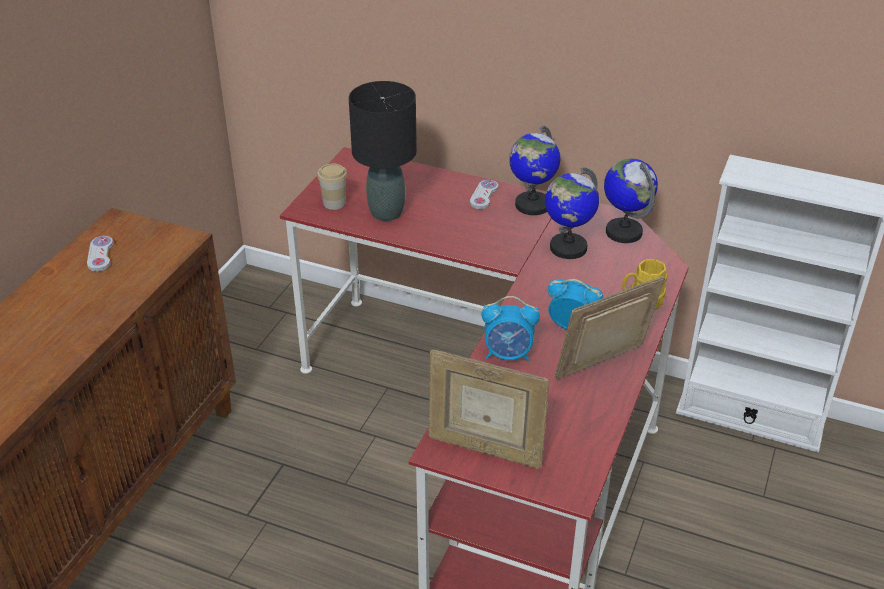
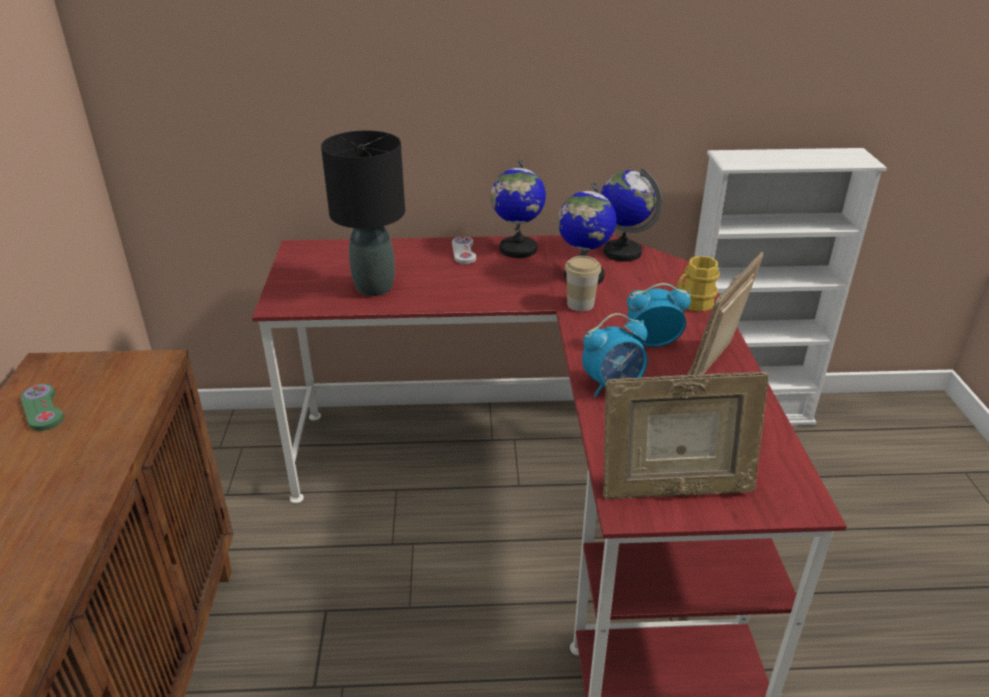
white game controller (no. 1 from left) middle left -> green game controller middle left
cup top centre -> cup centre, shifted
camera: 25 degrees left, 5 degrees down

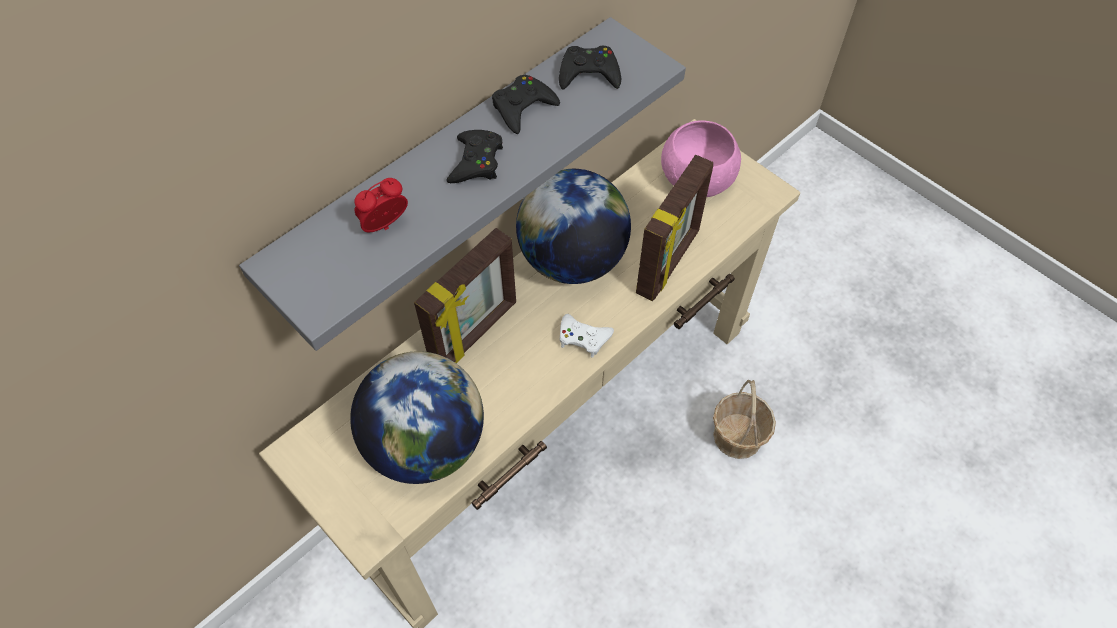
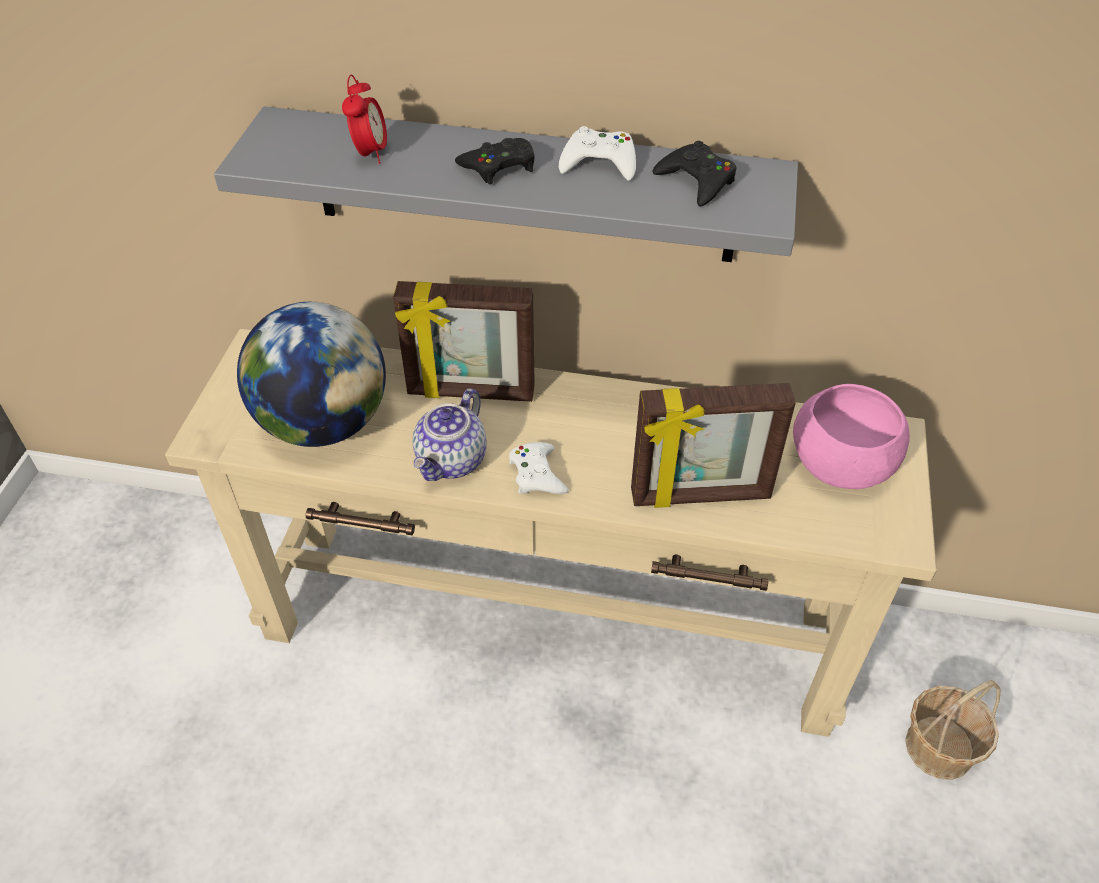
alarm clock top centre -> alarm clock top left, 75 degrees clockwise
none -> teapot centre
black game controller (no. 2 from left) top centre -> white game controller (no. 2 from left) top centre
basket bottom centre -> basket bottom right, shifted
globe (no. 2 from left) centre -> none
camera: 55 degrees right, 10 degrees down

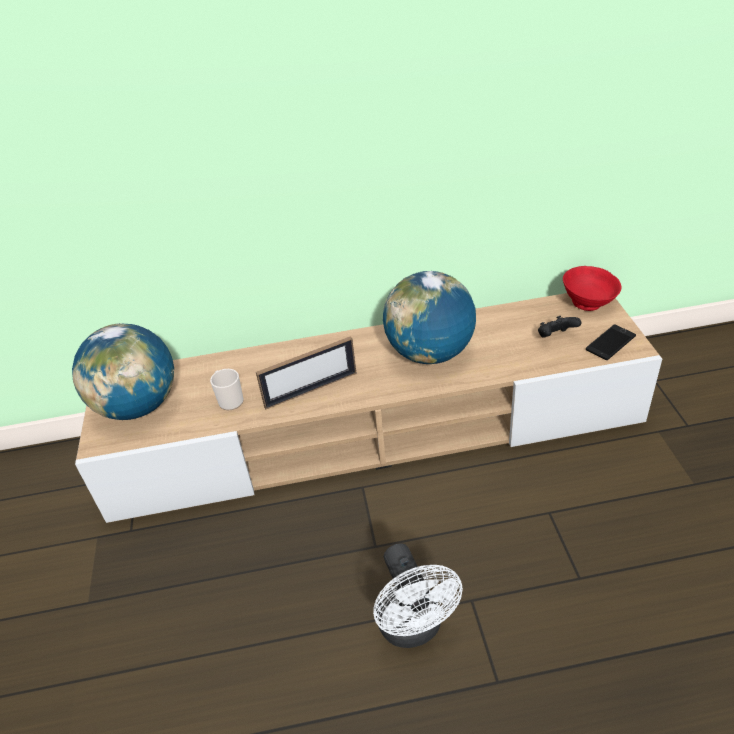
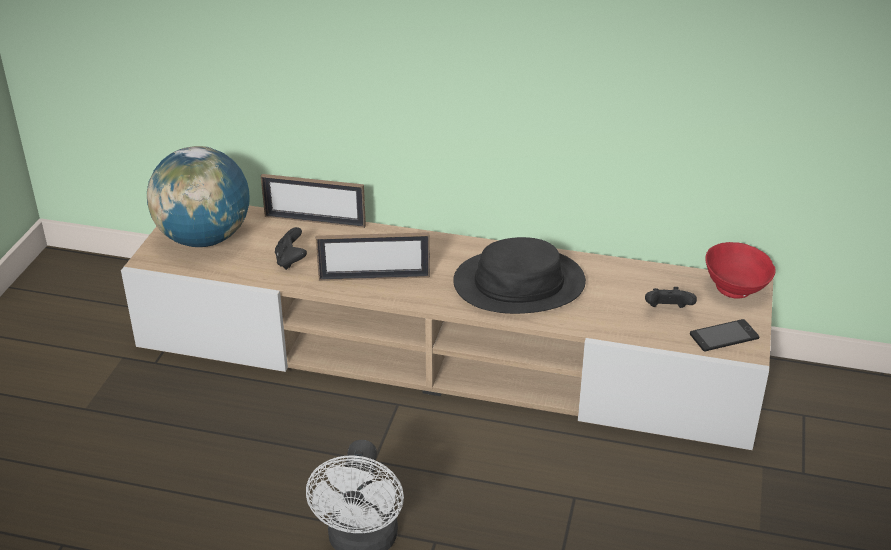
none -> picture frame (no. 1 from left) centre
mug middle left -> black game controller (no. 1 from left) middle left
globe (no. 2 from left) centre -> black hat centre
camera: 20 degrees right, 5 degrees down

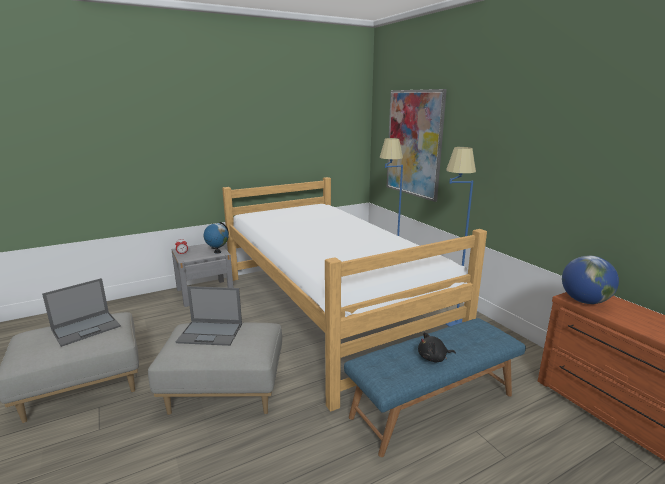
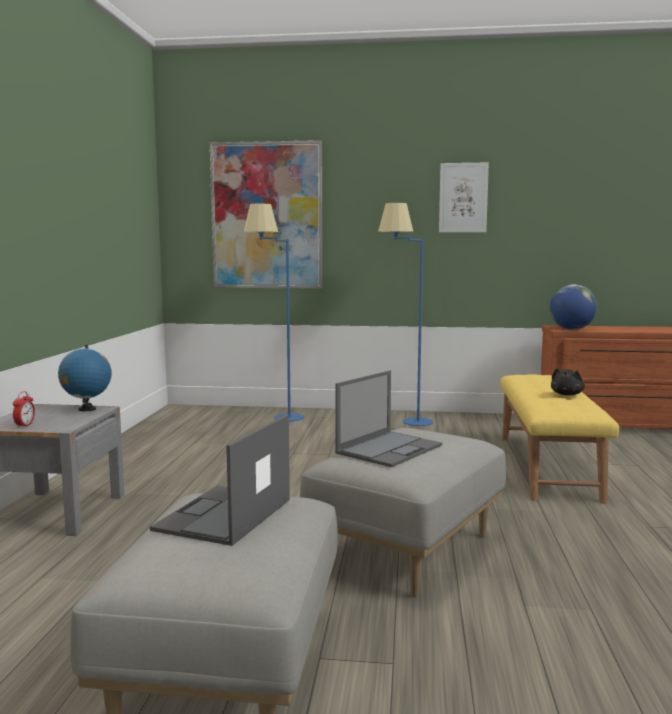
laptop (no. 1 from left) middle left -> laptop (no. 1 from left) bottom left, 150 degrees counterclockwise
none -> picture (no. 2 from left) top right
blue bench bottom centre -> yellow bench middle right
bed centre -> none
camera: 55 degrees left, 10 degrees down

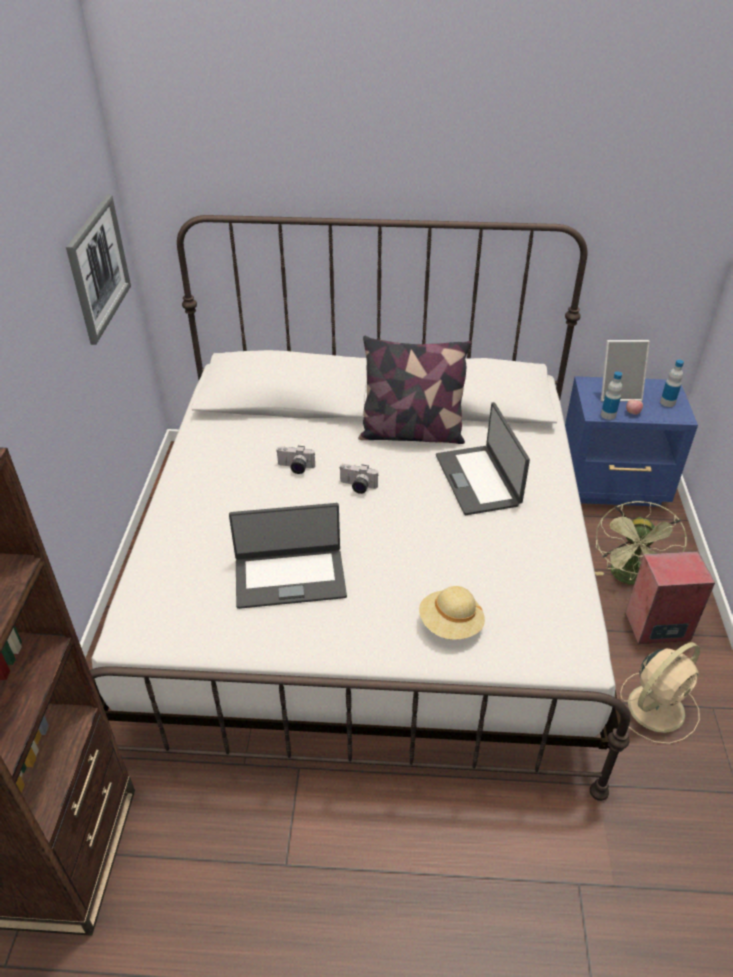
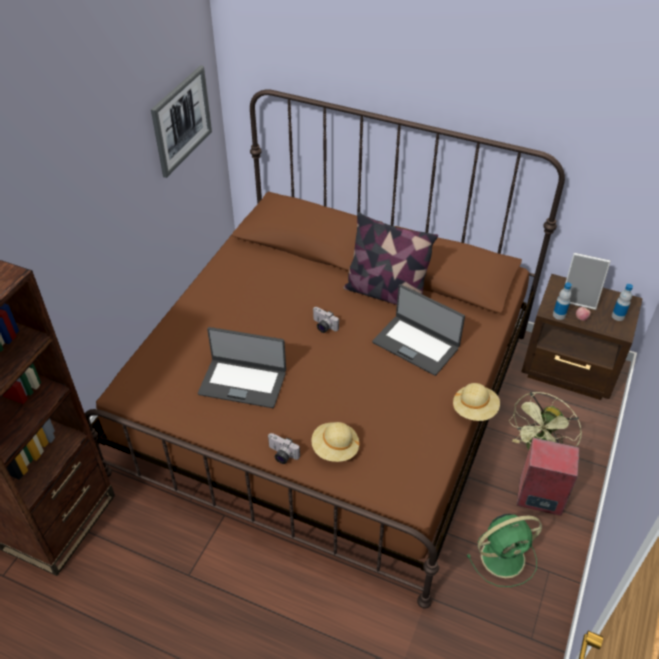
white bed centre -> brown bed centre
photo camera (no. 1 from left) centre -> photo camera (no. 1 from left) bottom centre, shifted
laptop (no. 2 from left) centre, 60 degrees counterclockwise
none -> beige hat (no. 2 from left) middle right
beige fan bottom right -> green fan (no. 1 from left) bottom right
blue nightstand middle right -> brown nightstand middle right
camera: 20 degrees right, 5 degrees up

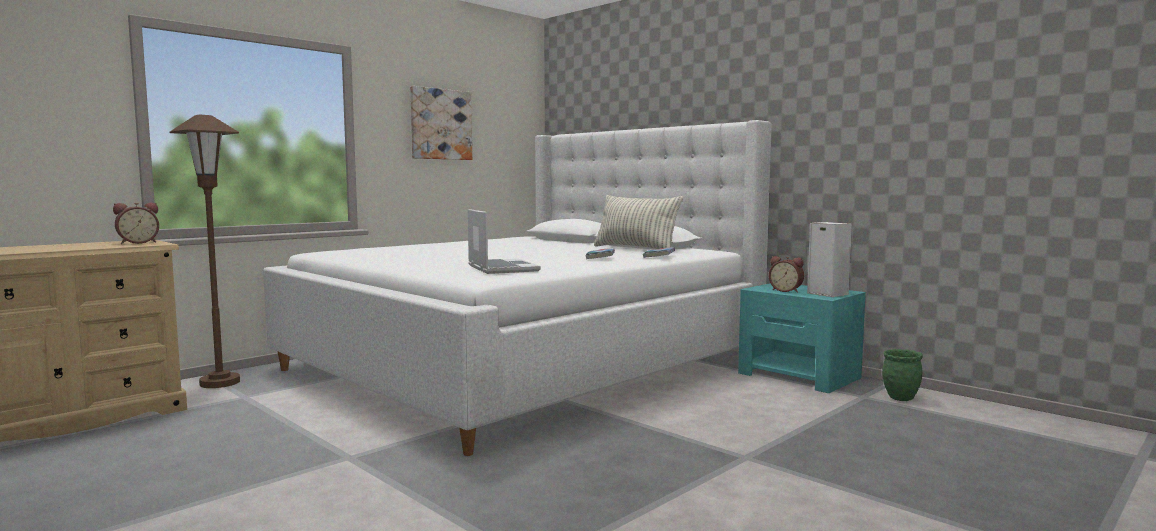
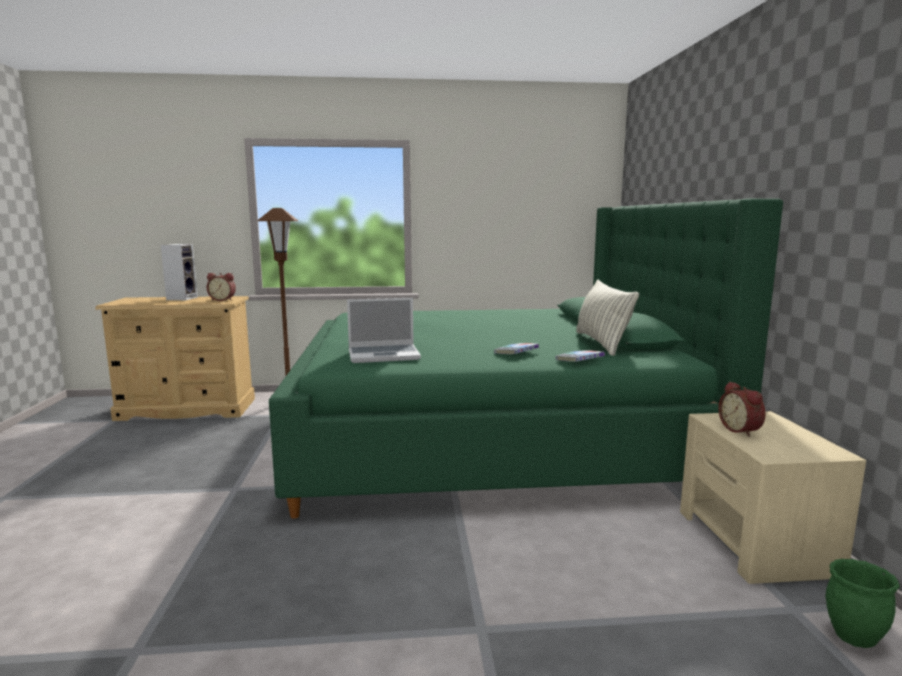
speaker middle right -> speaker middle left, shifted
white bed centre -> green bed centre
laptop centre, 60 degrees clockwise
turquoise nightstand middle right -> beige nightstand bottom right
picture top centre -> none
camera: 40 degrees right, 5 degrees up

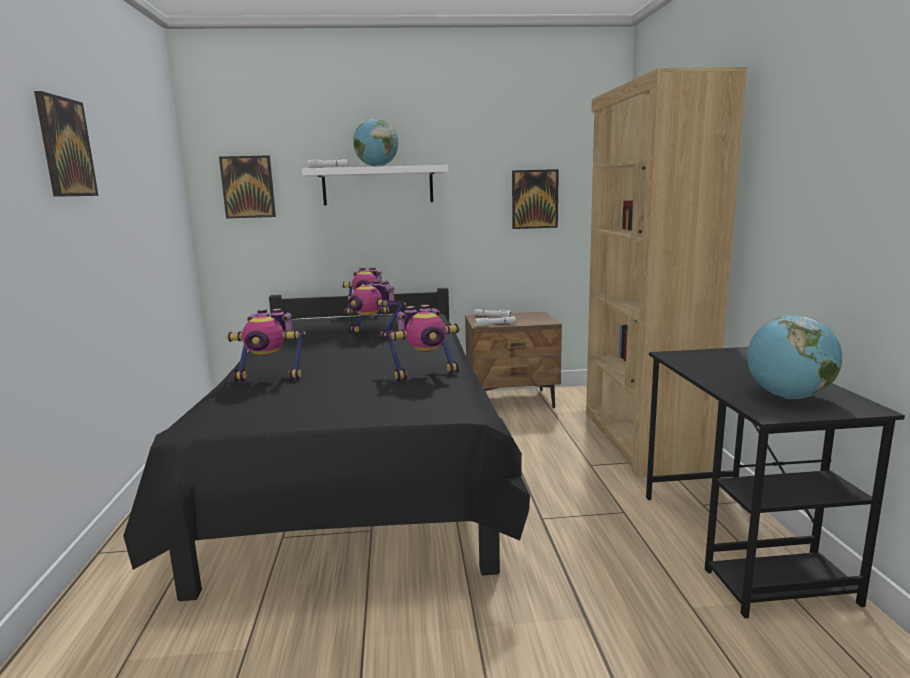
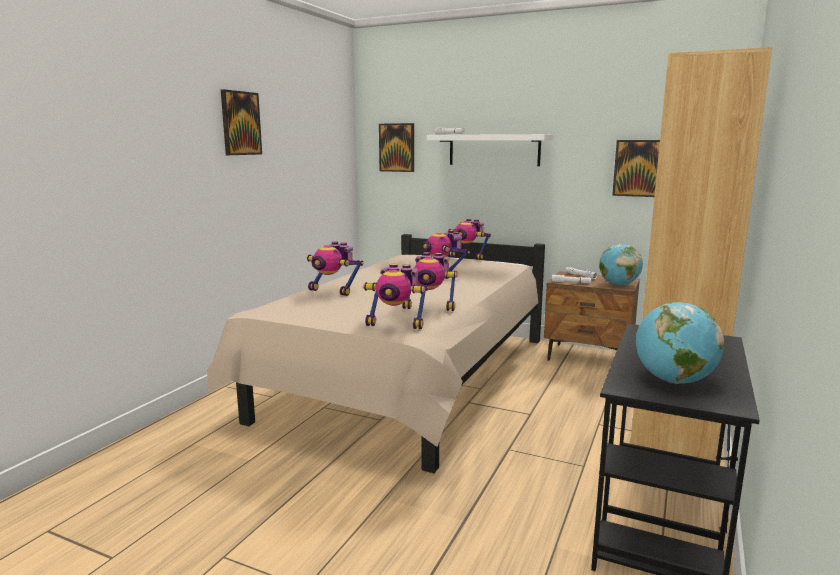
black bed centre -> beige bed centre
none -> toy robot (no. 2 from left) centre
globe (no. 1 from left) top centre -> globe (no. 1 from left) middle right, shifted
camera: 30 degrees right, 0 degrees up

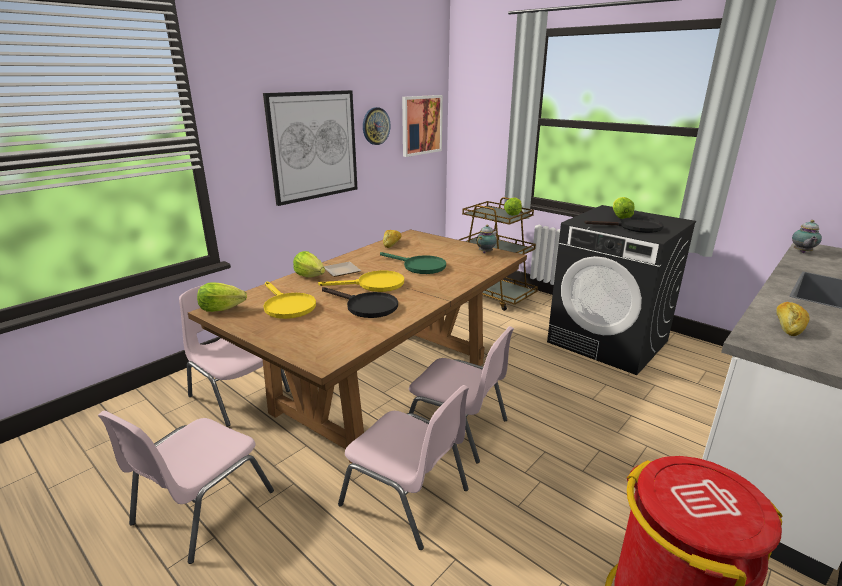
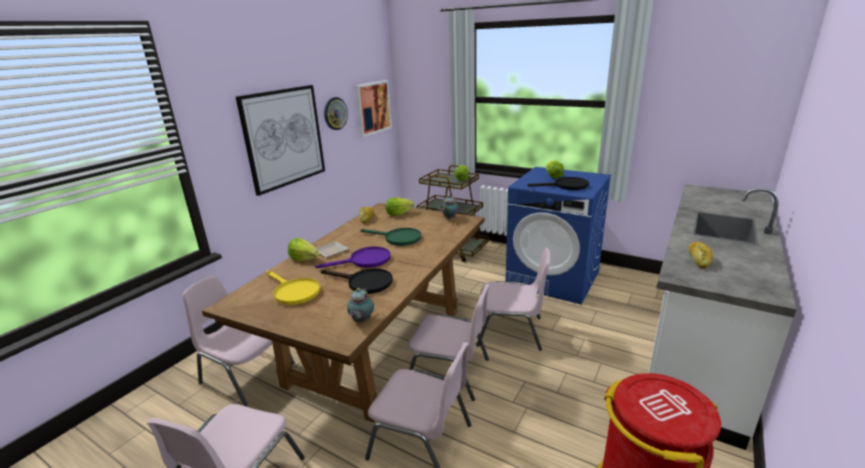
yellow frying pan (no. 2 from left) centre -> purple frying pan centre
teapot (no. 2 from left in the first image) middle right -> teapot (no. 1 from left) centre, shifted
lettuce (no. 1 from left in the first image) middle left -> lettuce (no. 2 from left) centre, shifted
none -> pink chair (no. 5 from left) centre
black washing machine middle right -> blue washing machine centre
camera: 10 degrees left, 0 degrees up

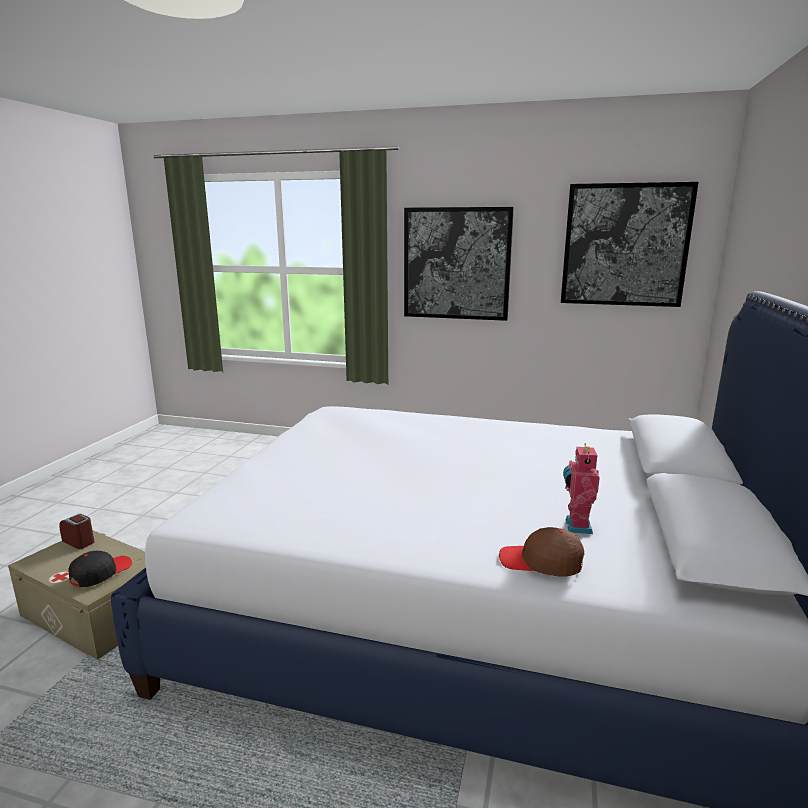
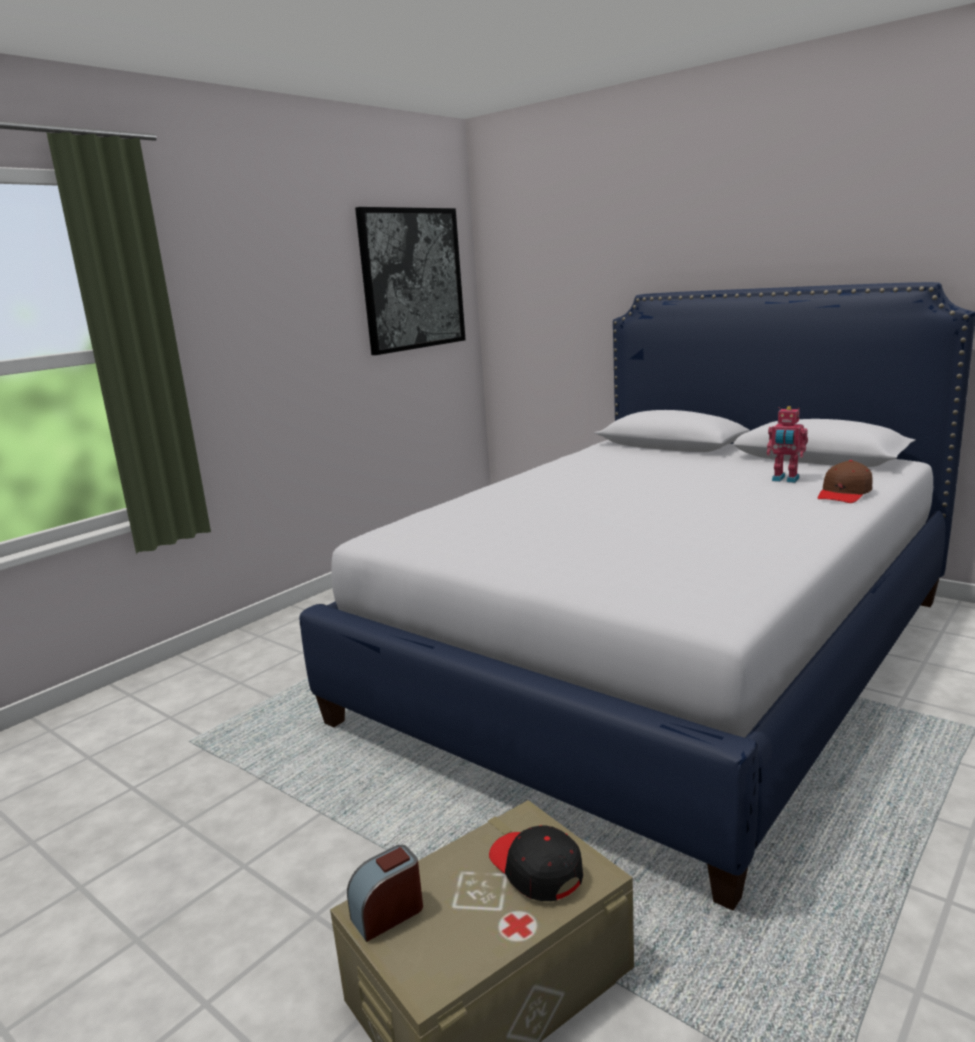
picture (no. 1 from left) top centre -> none
camera: 65 degrees left, 0 degrees up

